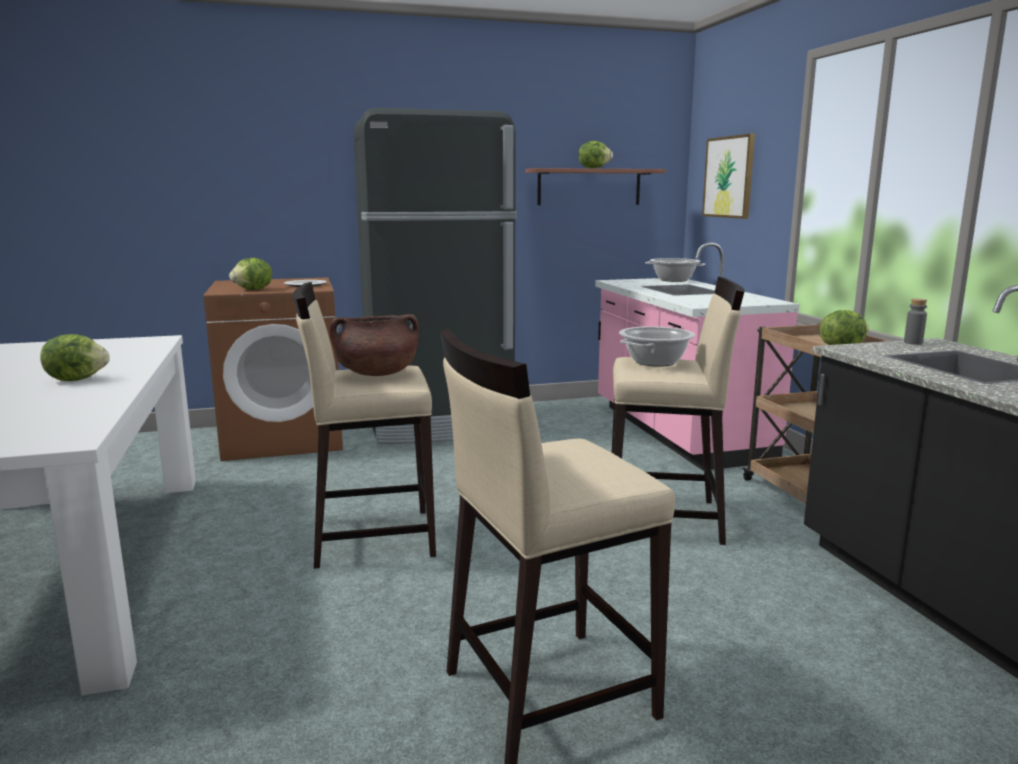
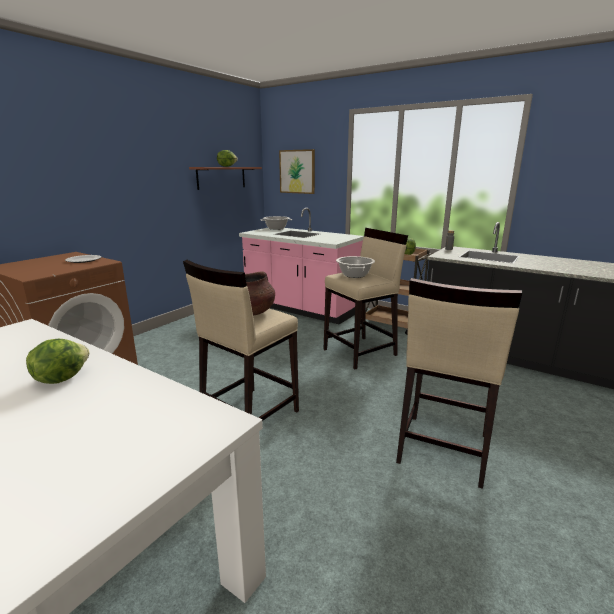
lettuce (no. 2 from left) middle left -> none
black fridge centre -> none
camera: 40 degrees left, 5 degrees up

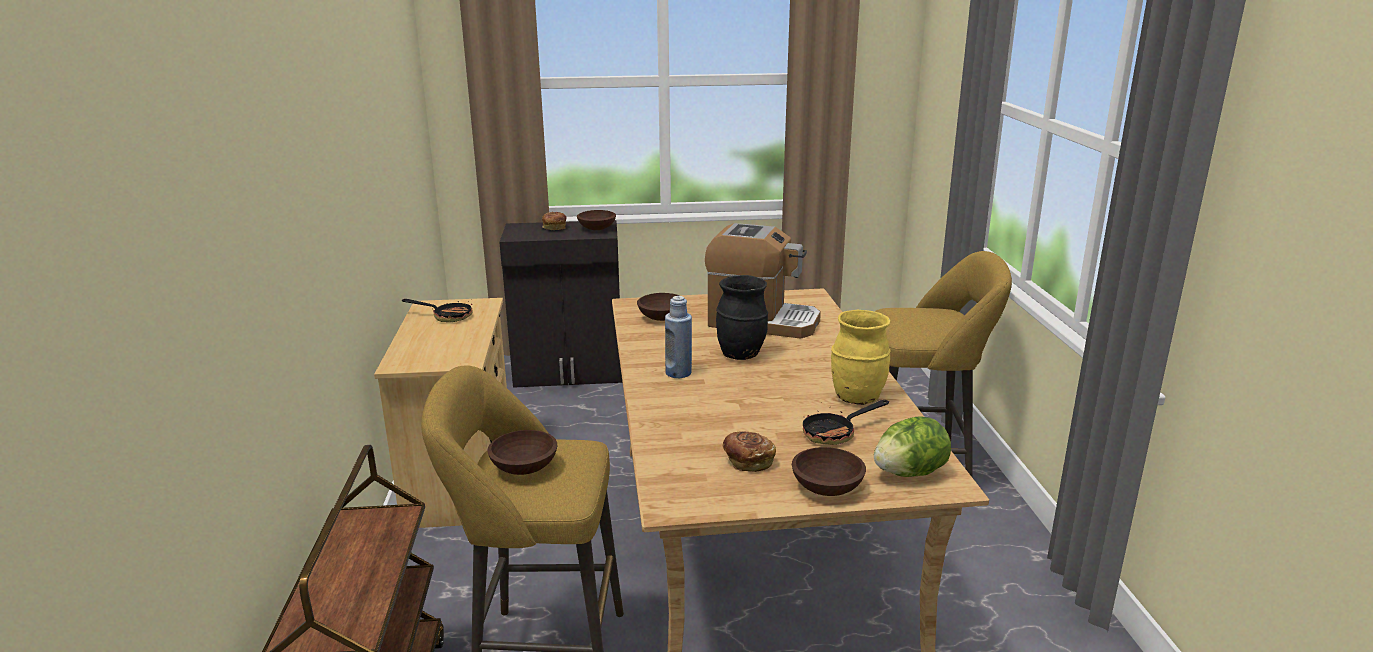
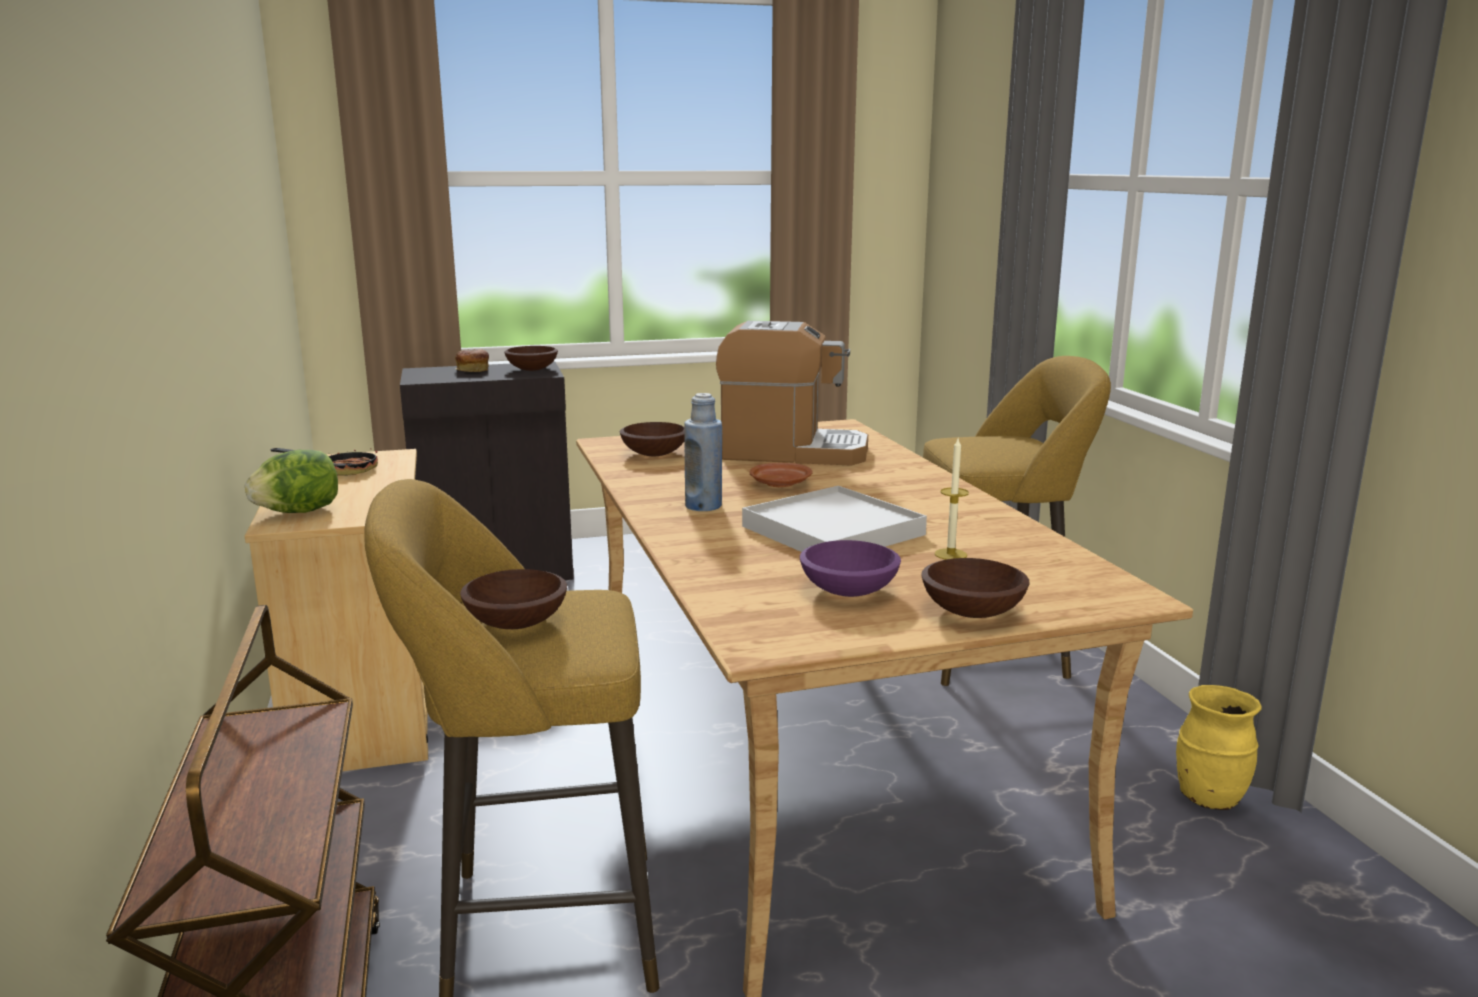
lettuce bottom centre -> lettuce middle left, shifted
none -> white tray centre
black vase centre -> brown plate centre
bread (no. 2 from left) bottom centre -> purple bowl centre
frying pan (no. 2 from left) centre -> candle centre
yellow vase centre -> yellow vase bottom right, shifted
camera: 10 degrees left, 5 degrees down

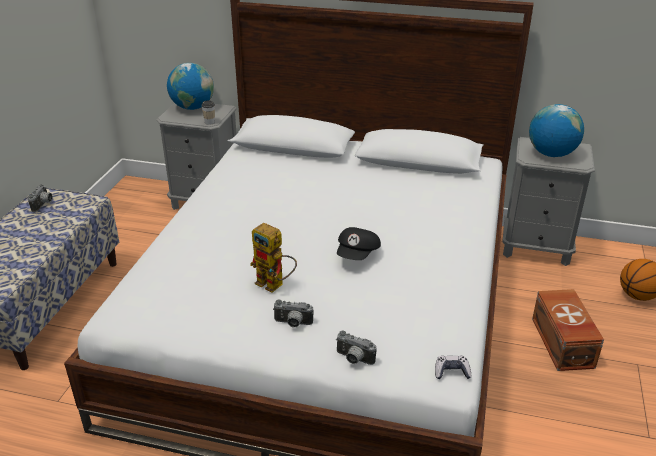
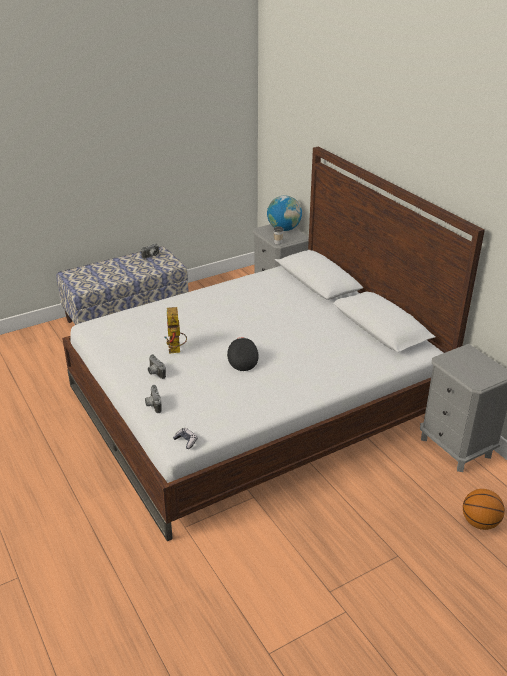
black cap centre, 105 degrees clockwise
globe (no. 2 from left) top right -> none
brown storage box bottom right -> none
camera: 45 degrees right, 0 degrees up

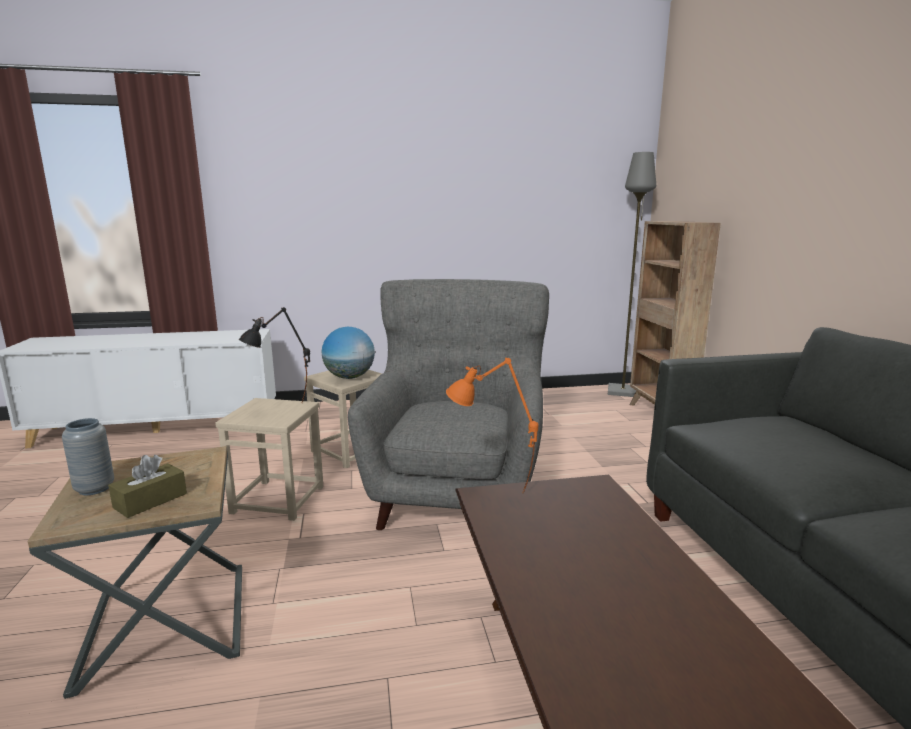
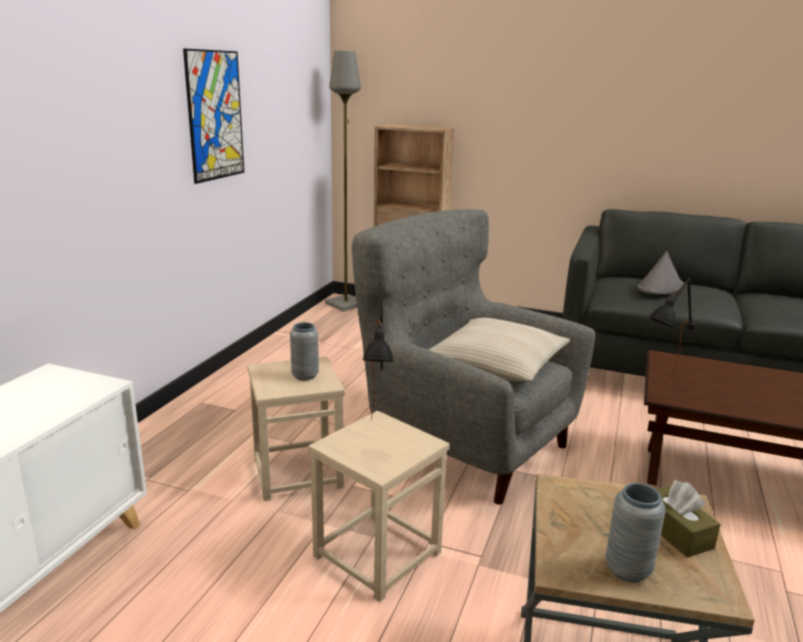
none -> picture top left
globe centre -> grey vase (no. 1 from left) centre
none -> beige pillow centre
none -> grey hat middle right
orange table lamp centre -> black table lamp (no. 2 from left) middle right
camera: 60 degrees left, 5 degrees up

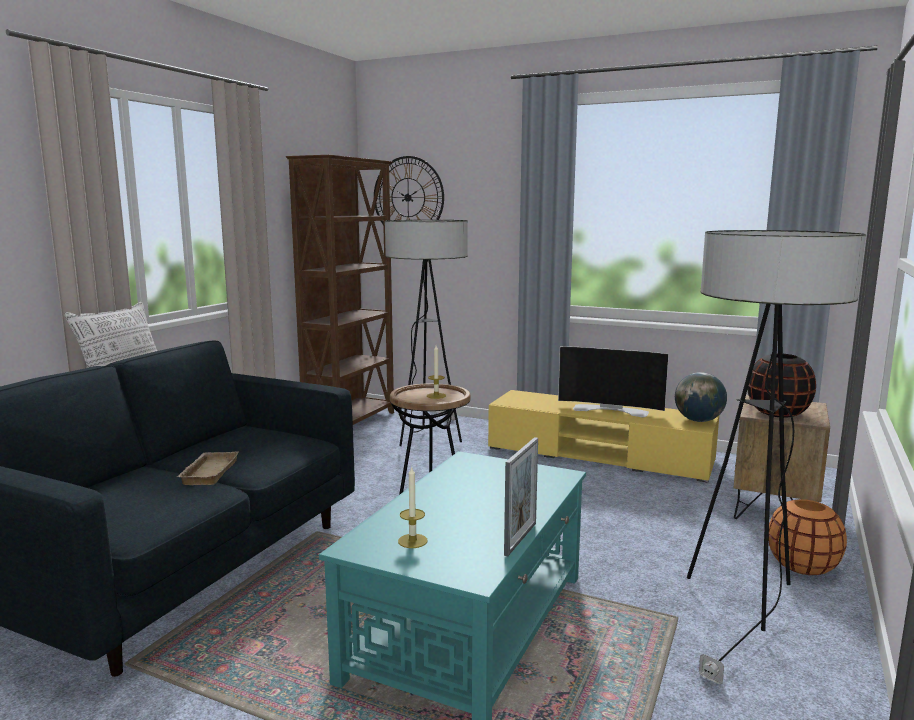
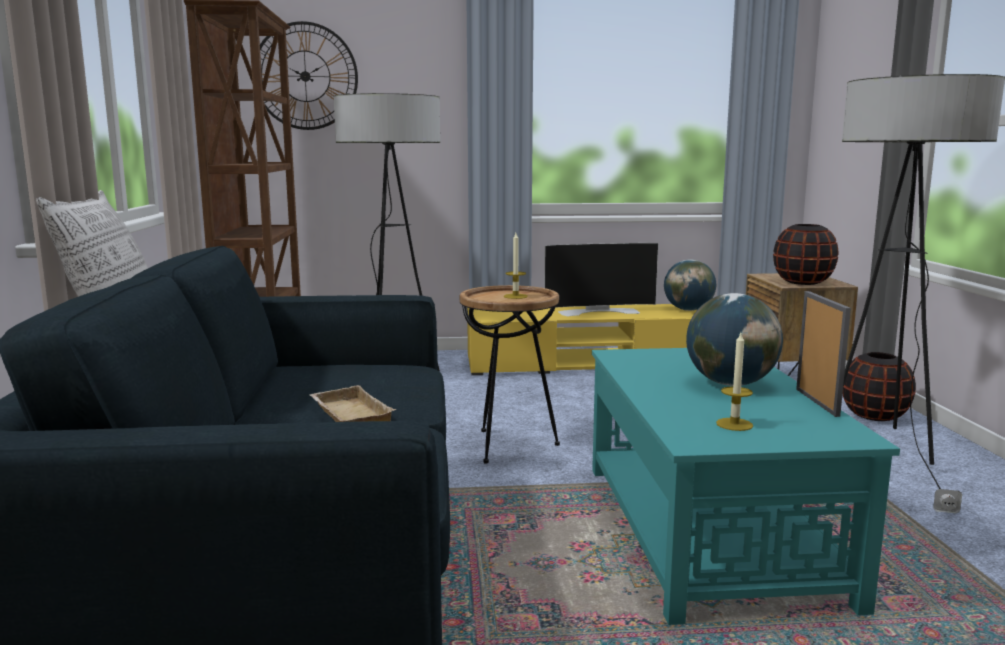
none -> globe (no. 2 from left) middle right
orange vase bottom right -> black vase (no. 2 from left) middle right
camera: 30 degrees left, 0 degrees up

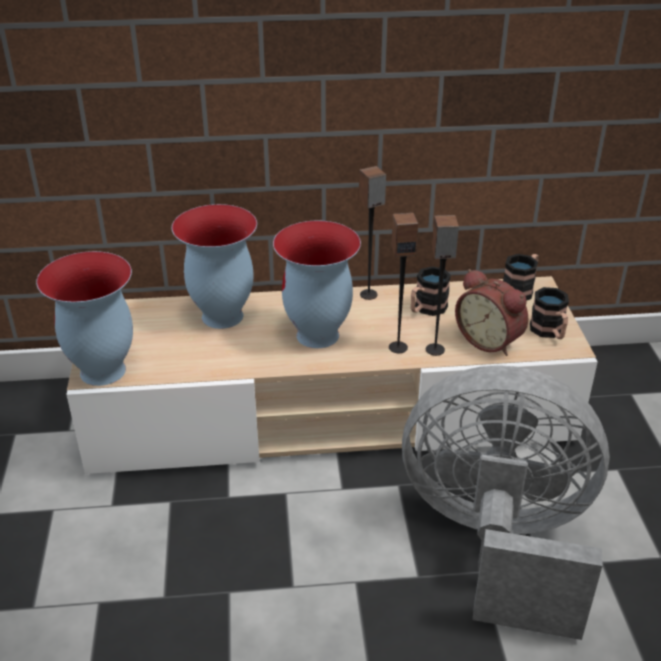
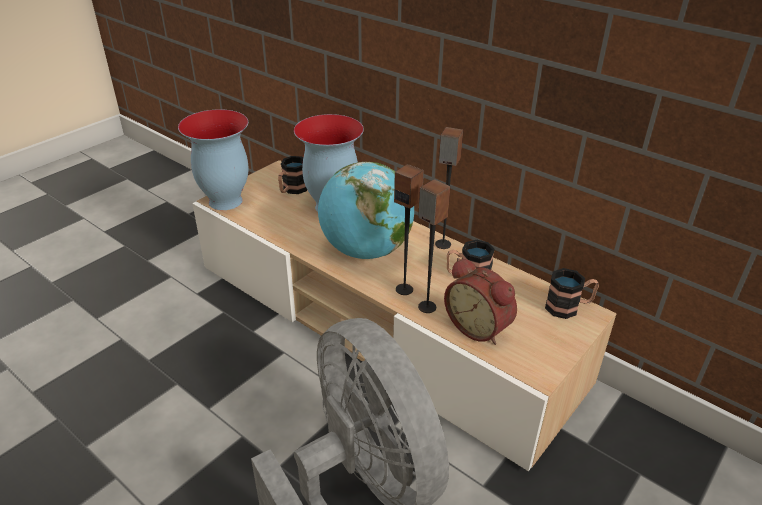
mug (no. 3 from left in the first image) middle right -> mug (no. 1 from left) centre, shifted
vase (no. 3 from left) centre -> globe centre
alarm clock middle right -> alarm clock centre, 45 degrees counterclockwise
camera: 45 degrees right, 0 degrees up

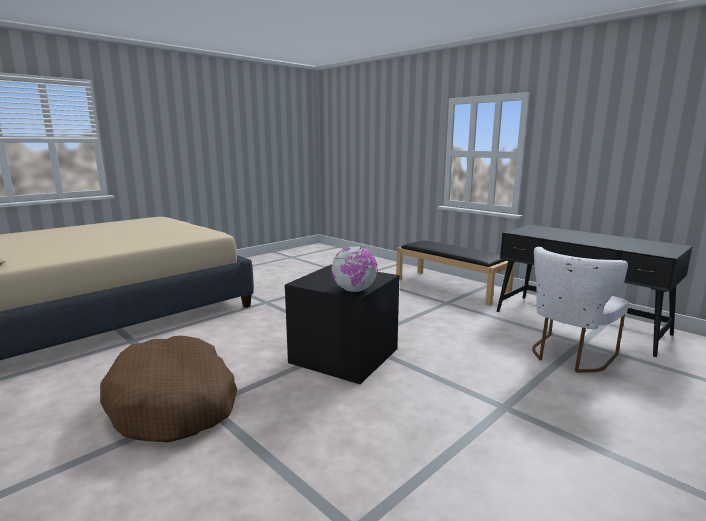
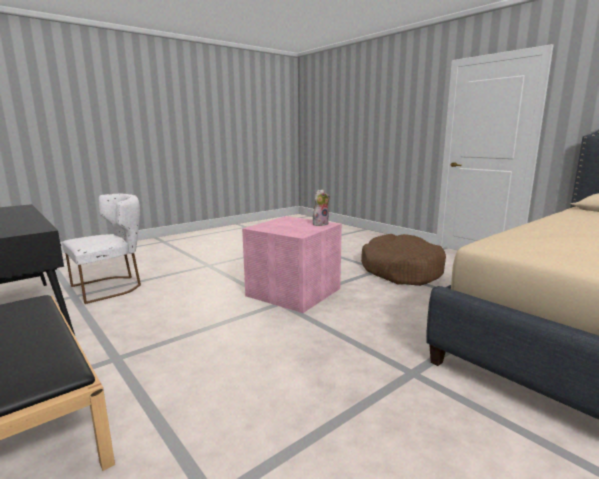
black storage box centre -> pink storage box centre
none -> plush toy centre
globe centre -> none
camera: 175 degrees left, 0 degrees up

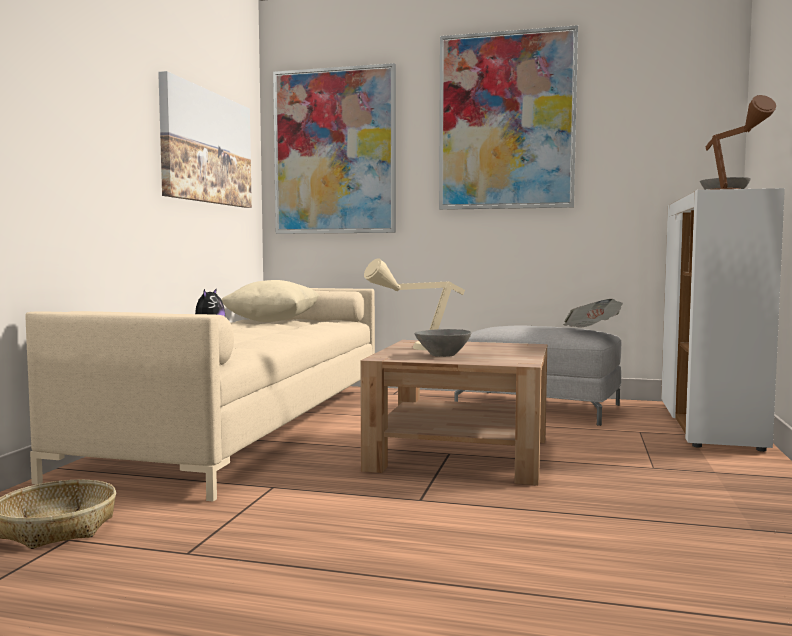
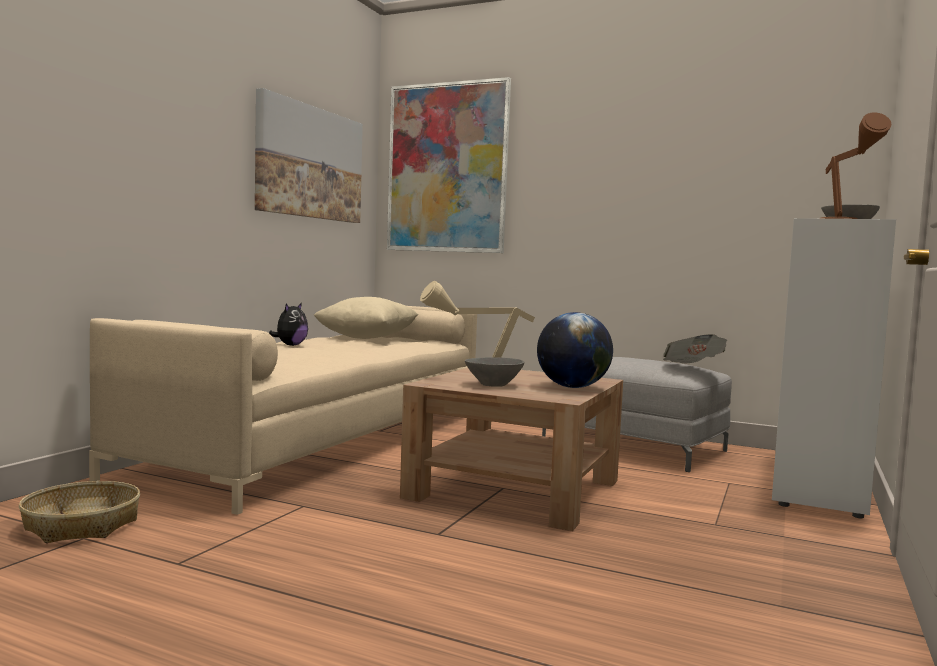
none -> globe centre
picture (no. 3 from left) top centre -> none
camera: 10 degrees right, 0 degrees up

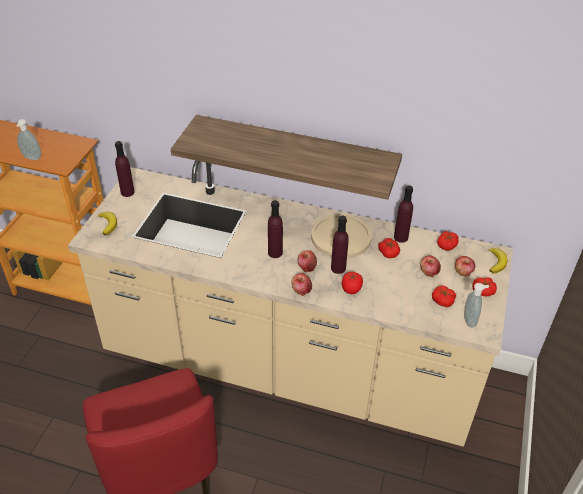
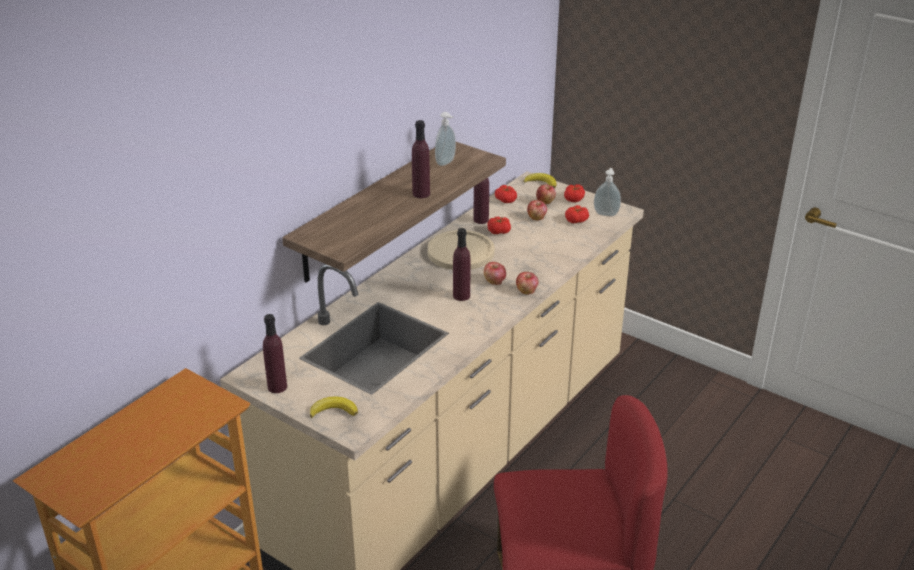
purple bottle (no. 3 from left in the first image) centre -> purple bottle (no. 2 from left) top centre, shifted
soap dispenser (no. 1 from left) top left -> soap dispenser (no. 1 from left) top centre, shifted
tomato (no. 1 from left) centre -> none
camera: 70 degrees left, 10 degrees down

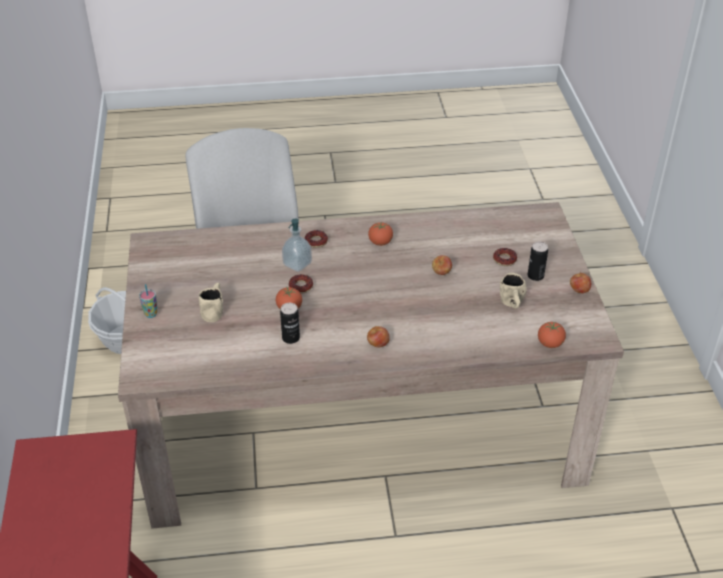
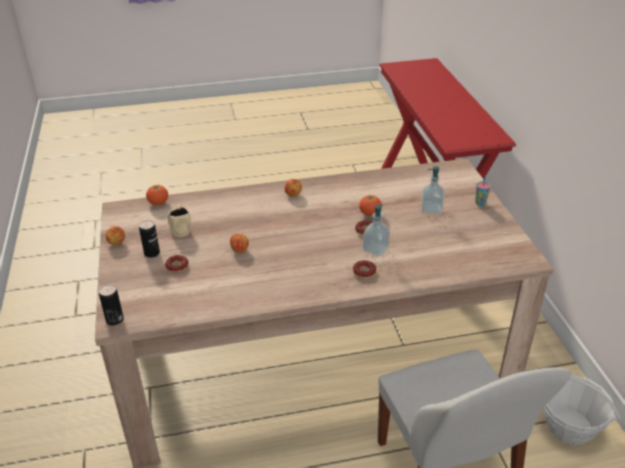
can (no. 1 from left) centre -> can (no. 1 from left) middle left, shifted
beige mug (no. 1 from left) middle left -> soap dispenser (no. 2 from left) middle right
tomato (no. 2 from left) centre -> none
camera: 175 degrees right, 5 degrees down

